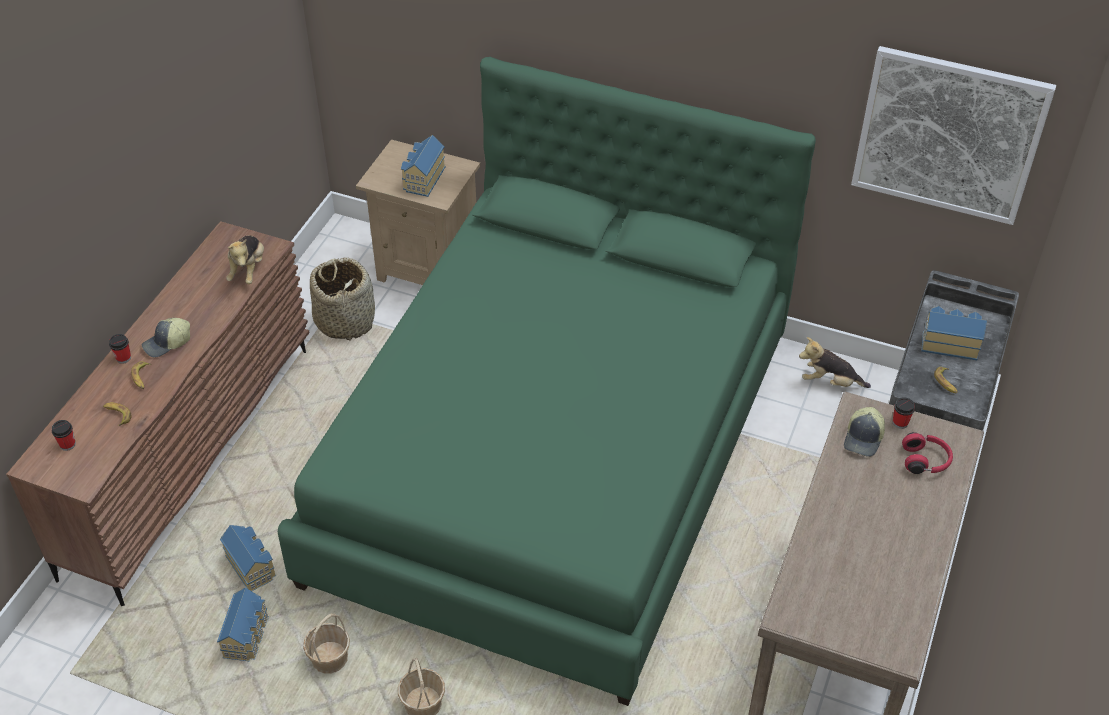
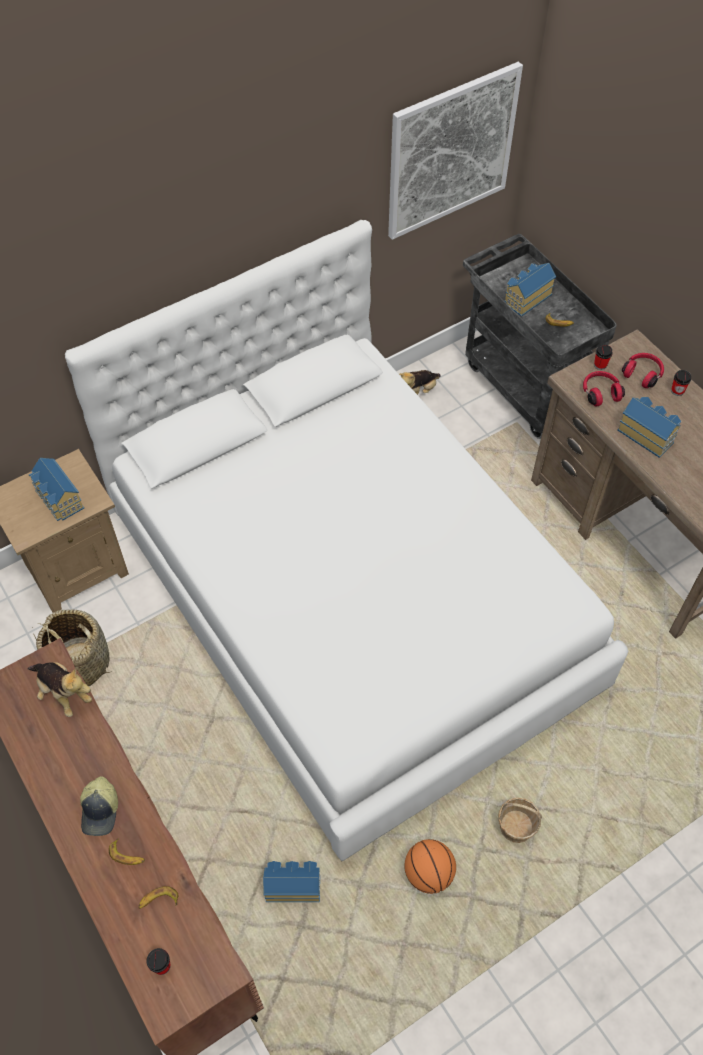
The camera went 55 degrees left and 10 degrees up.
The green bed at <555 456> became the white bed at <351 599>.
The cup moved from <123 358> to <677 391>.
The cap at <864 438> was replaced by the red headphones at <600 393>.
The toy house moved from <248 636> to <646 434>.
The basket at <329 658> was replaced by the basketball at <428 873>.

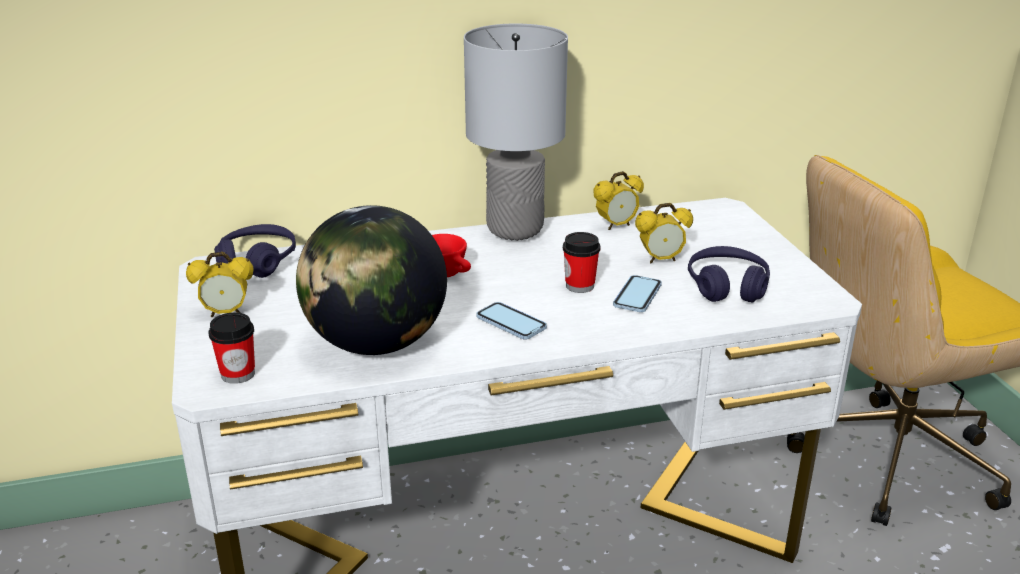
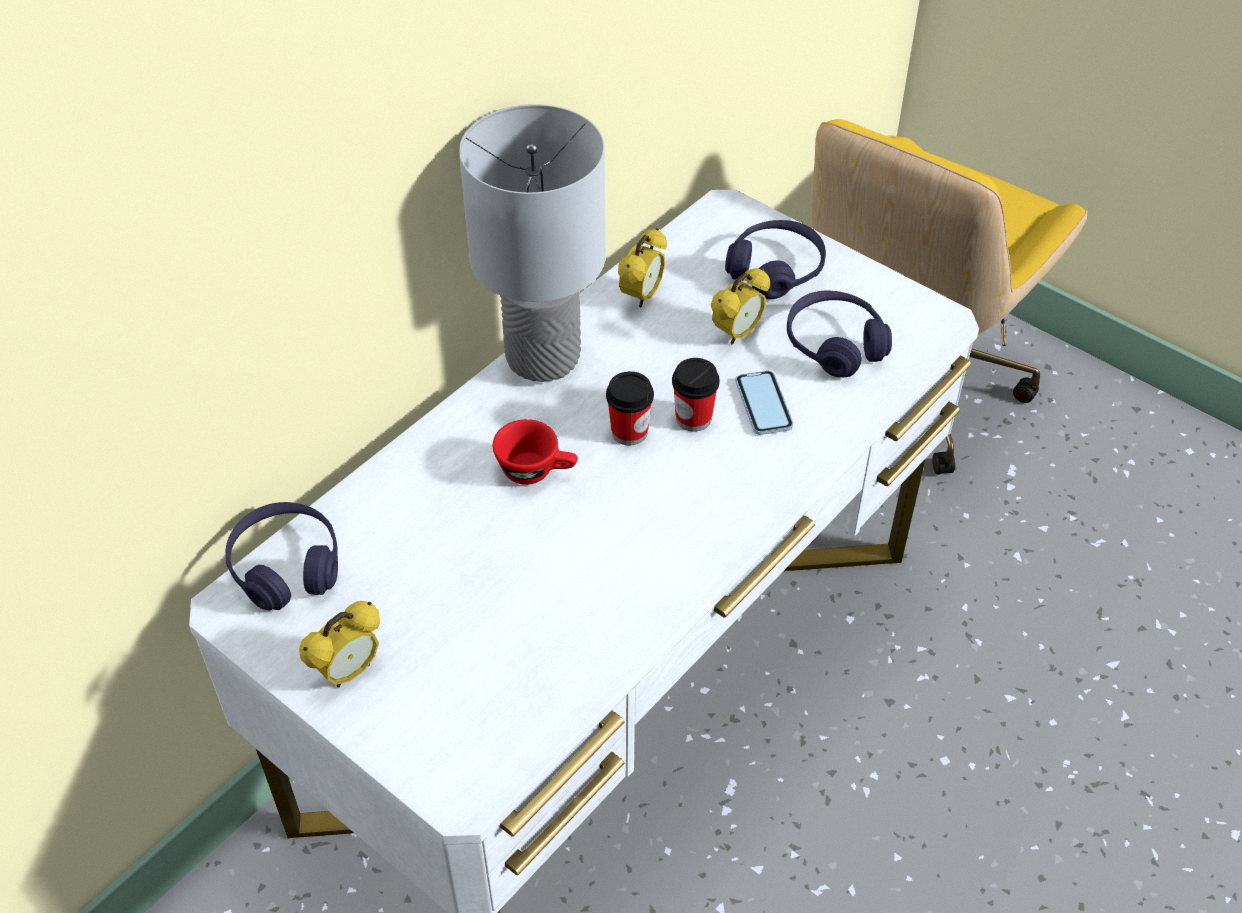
The camera went 35 degrees left and 20 degrees up.
The globe at <377 343> disappeared.
The phone at <511 323> disappeared.
The cup moved from <238 374> to <629 432>.
The purple headphones at <775 270> appeared.

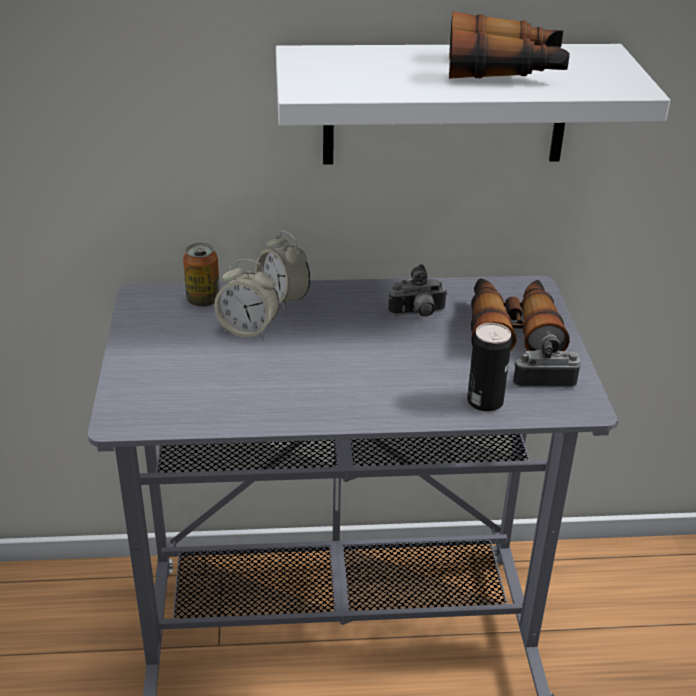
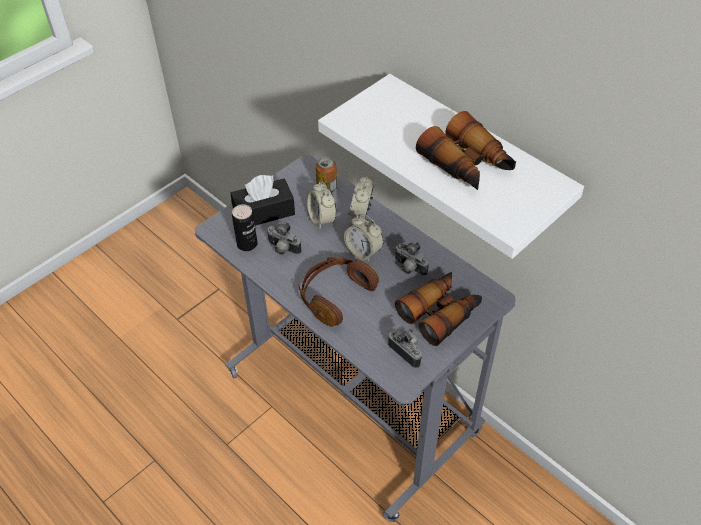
The camera went 50 degrees right and 15 degrees up.
The can moved from <485 402> to <247 244>.
The black tissue box at <264 212> appeared.
The alarm clock at <363 251> appeared.
The photo camera at <282 249> appeared.
The brown headphones at <335 295> appeared.

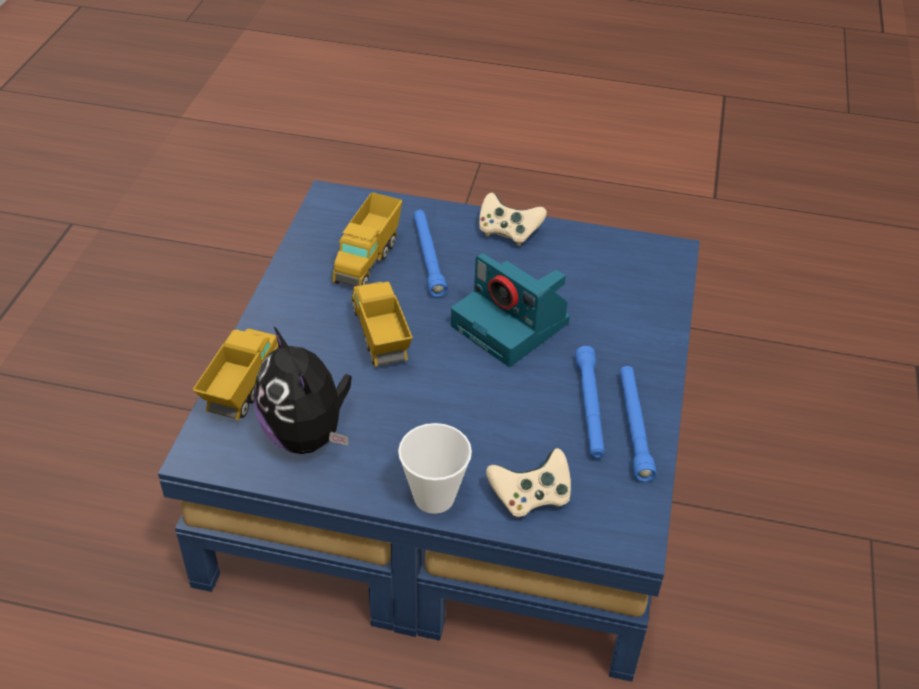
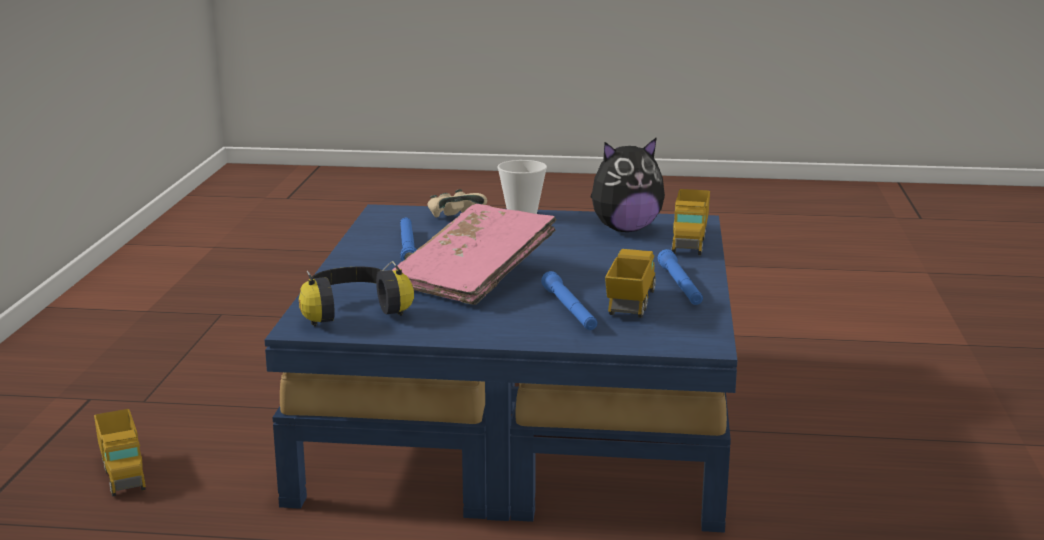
The camera went 175 degrees right and 25 degrees down.
The beige game controller at <508 232> disappeared.
The photo camera at <512 325> was replaced by the pink book at <474 278>.
The toy truck moved from <380 339> to <122 473>.
The plush toy at <307 435> turned 105 degrees clockwise.
The blue flashlight moved from <634 427> to <680 286>.
The headphones at <353 312> appeared.

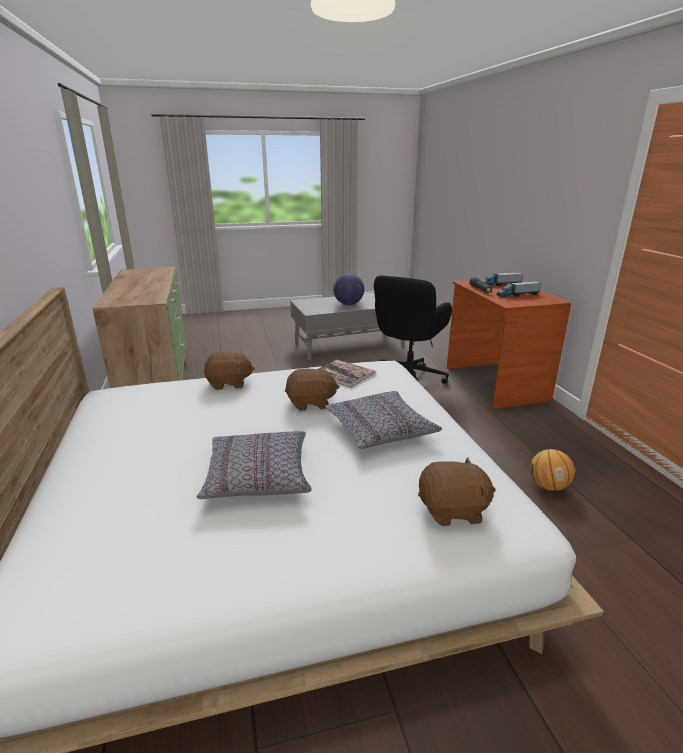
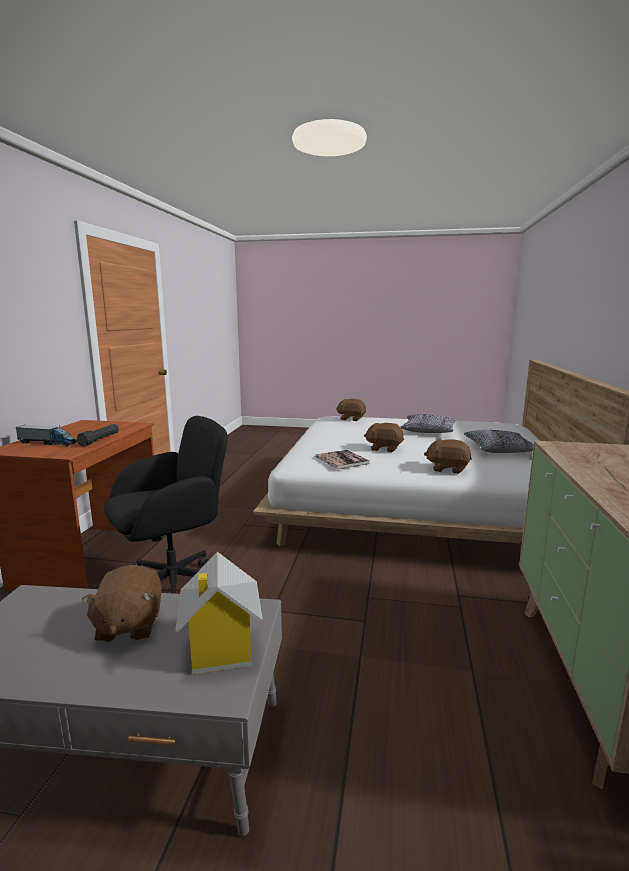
The camera went 155 degrees left and 10 degrees down.
The globe at <348 304> was replaced by the brown plush toy at <128 626>.
The toy truck at <517 295> disappeared.
The grey pillow moved from <380 429> to <500 450>.
The basketball at <548 486> disappeared.
The toy house at <220 649> appeared.

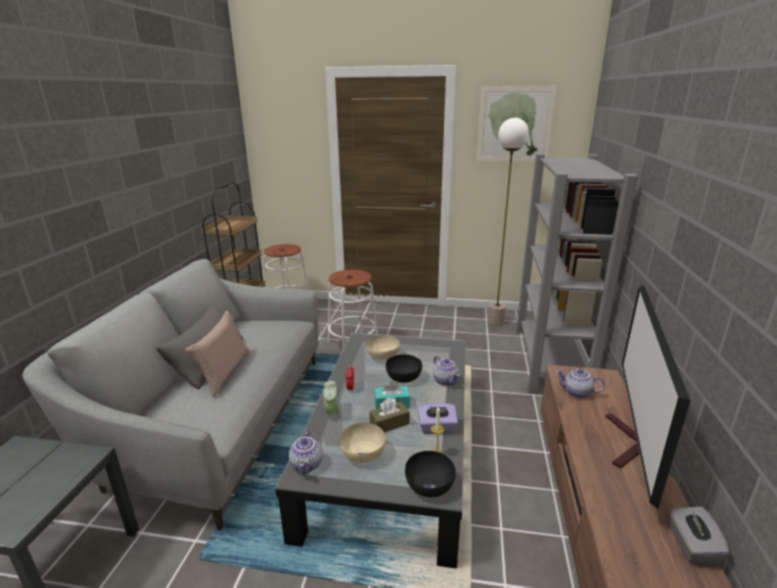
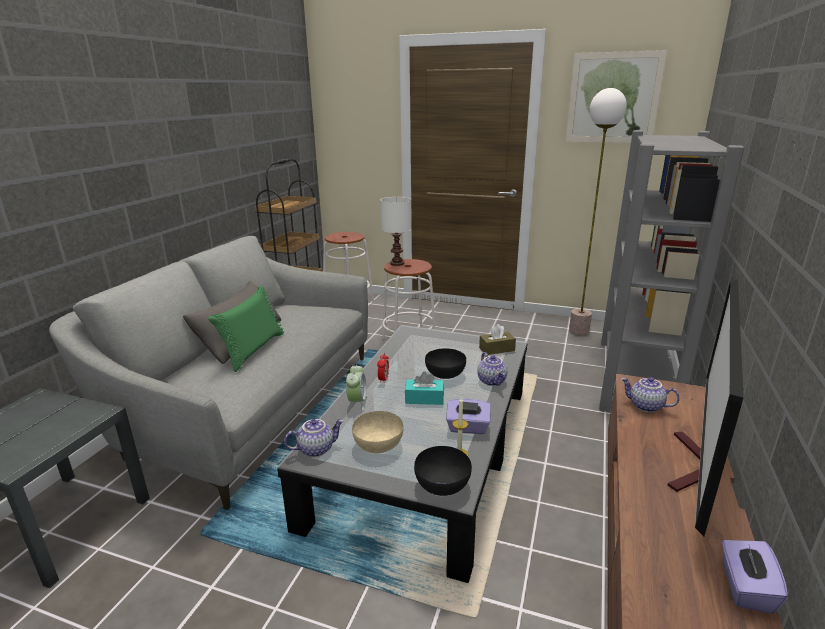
The camera went 10 degrees right and 0 degrees up.
The beige pillow at <225 373> became the green pillow at <253 350>.
The beige bowl at <383 356> disappeared.
The brown tissue box moved from <389 423> to <497 349>.
The teapot at <307 465> turned 120 degrees counterclockwise.
The grey tissue box at <691 546> became the purple tissue box at <745 588>.
The white table lamp at <396 263> appeared.

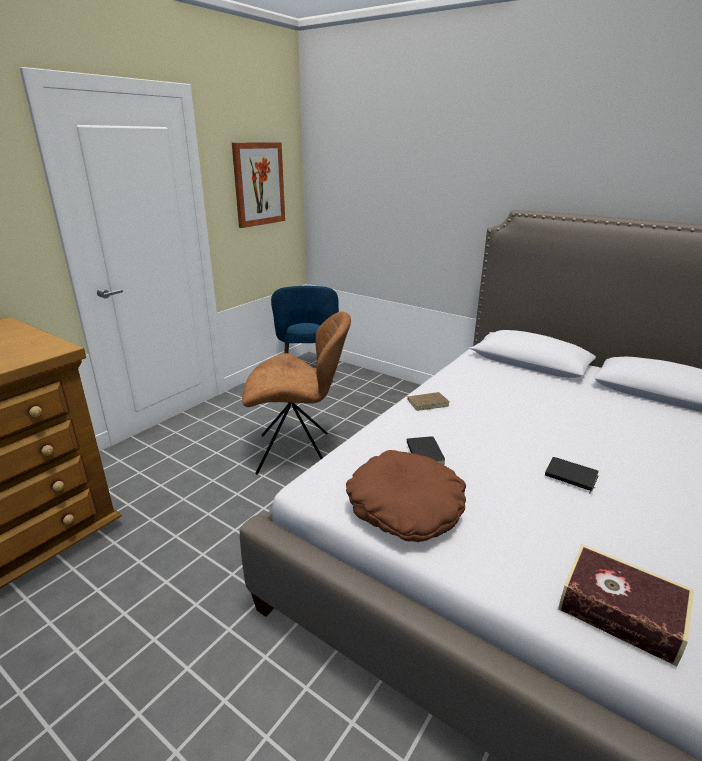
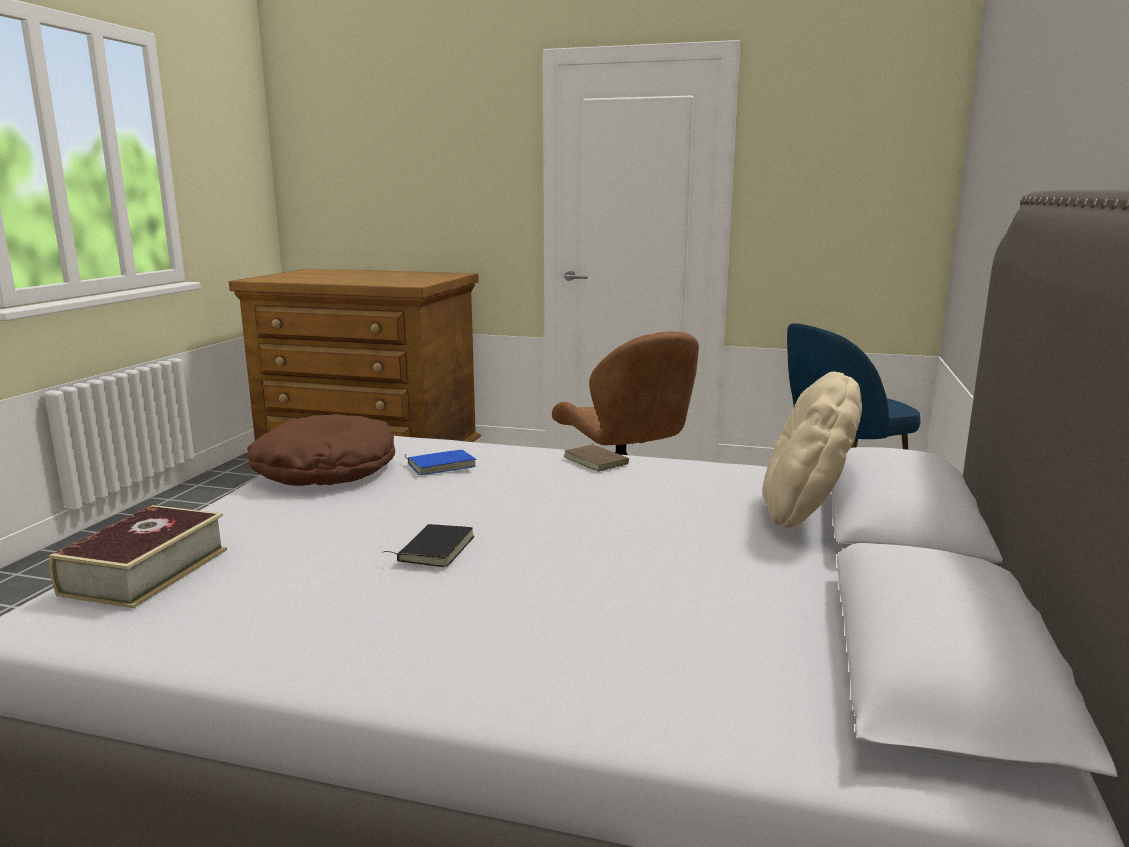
The camera went 70 degrees right and 10 degrees down.
The picture at <258 184> disappeared.
The black book at <423 453> became the blue book at <441 465>.
The beige pillow at <804 517> appeared.

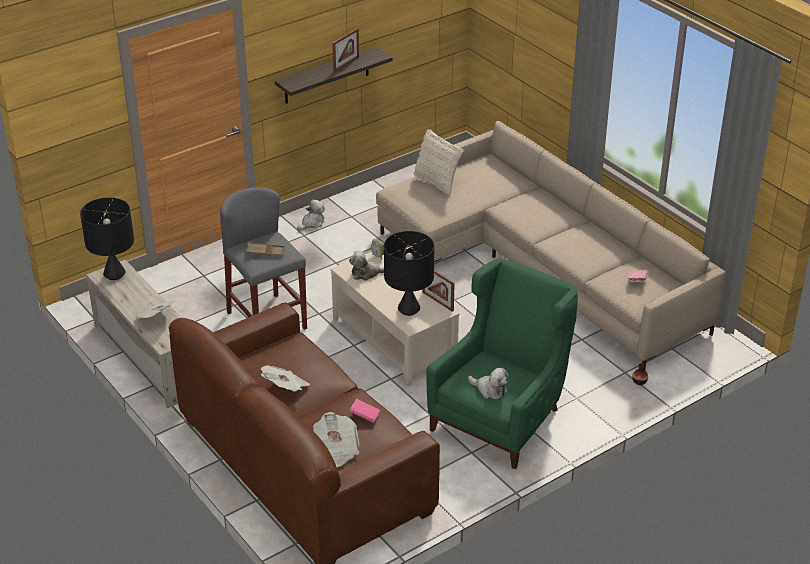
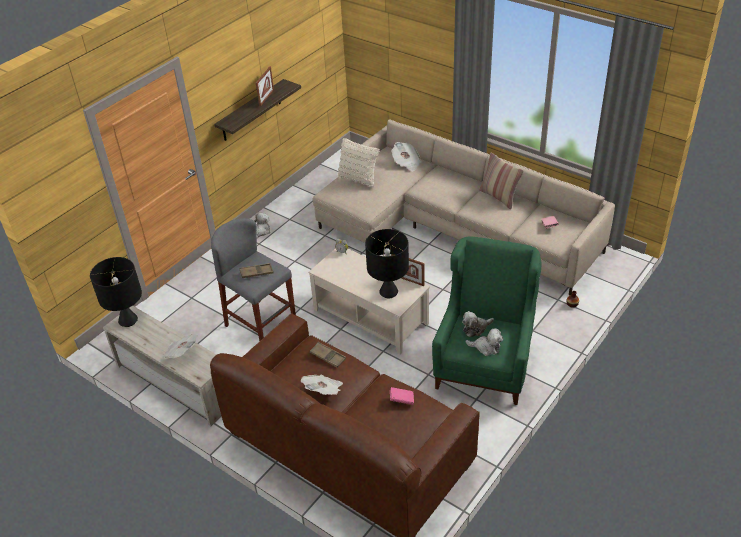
The camera went 15 degrees left and 5 degrees up.
The plush toy moved from <366 273> to <476 328>.
The newspaper moved from <336 449> to <406 163>.
The pillow at <499 197> appeared.
The brown tray at <328 356> appeared.

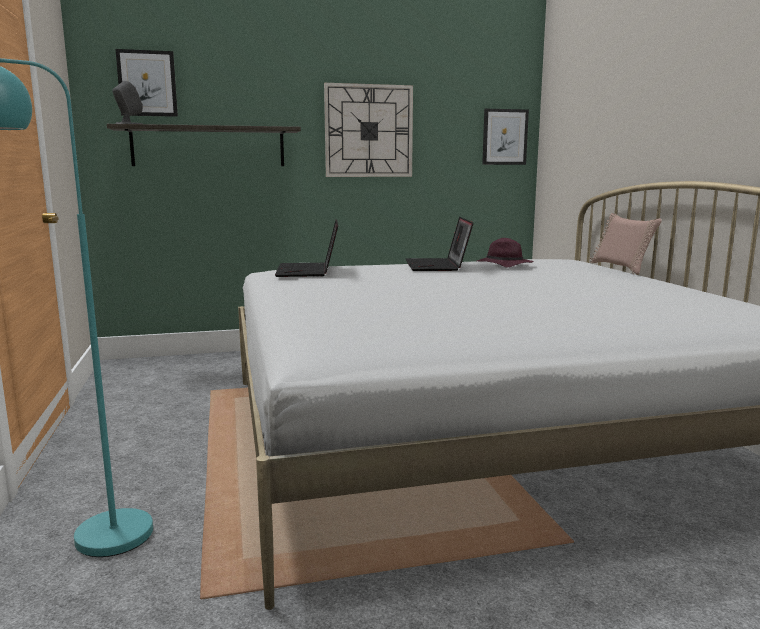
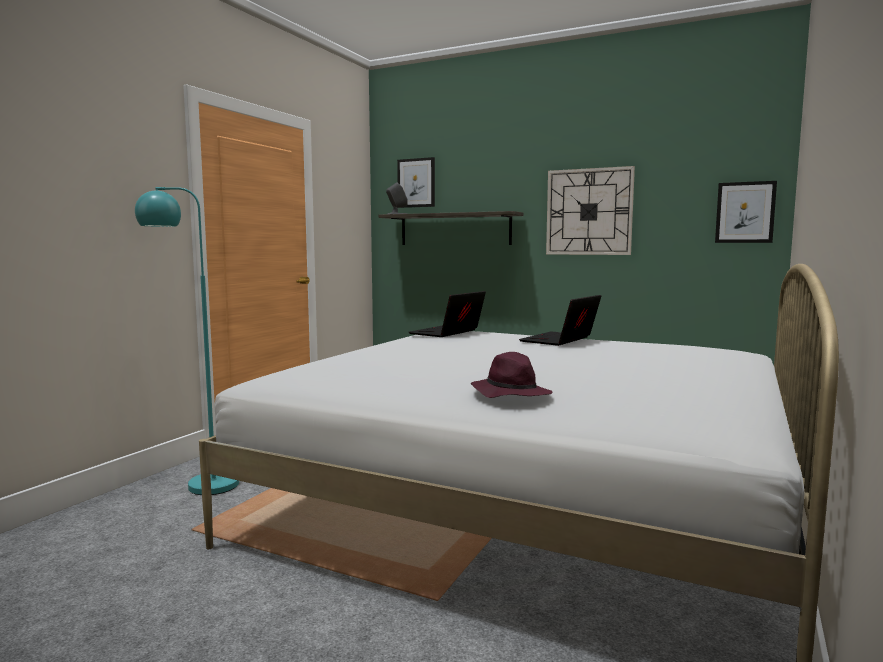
The camera went 40 degrees right and 5 degrees down.
The beige pillow at <621 268> disappeared.
The purple hat moved from <503 265> to <510 394>.

